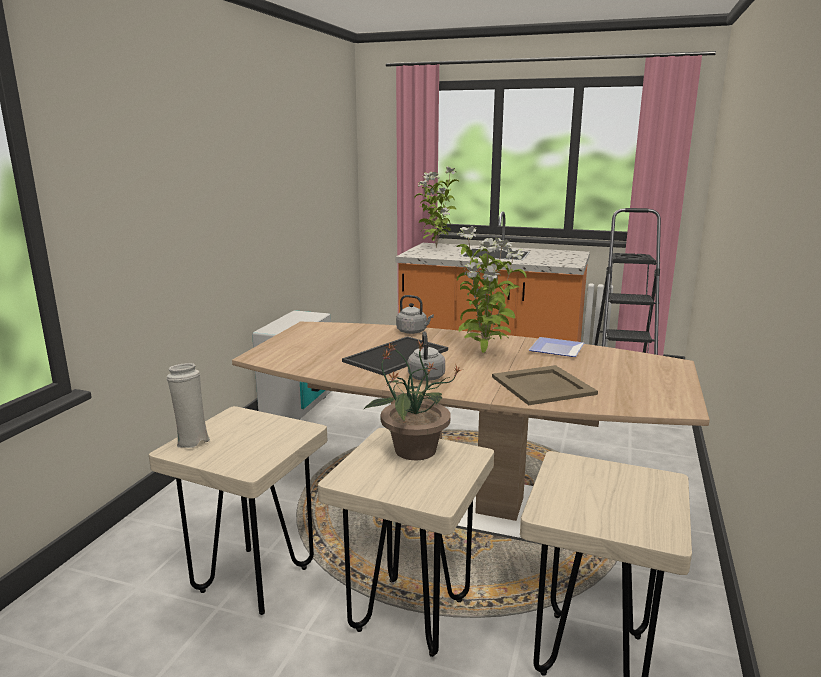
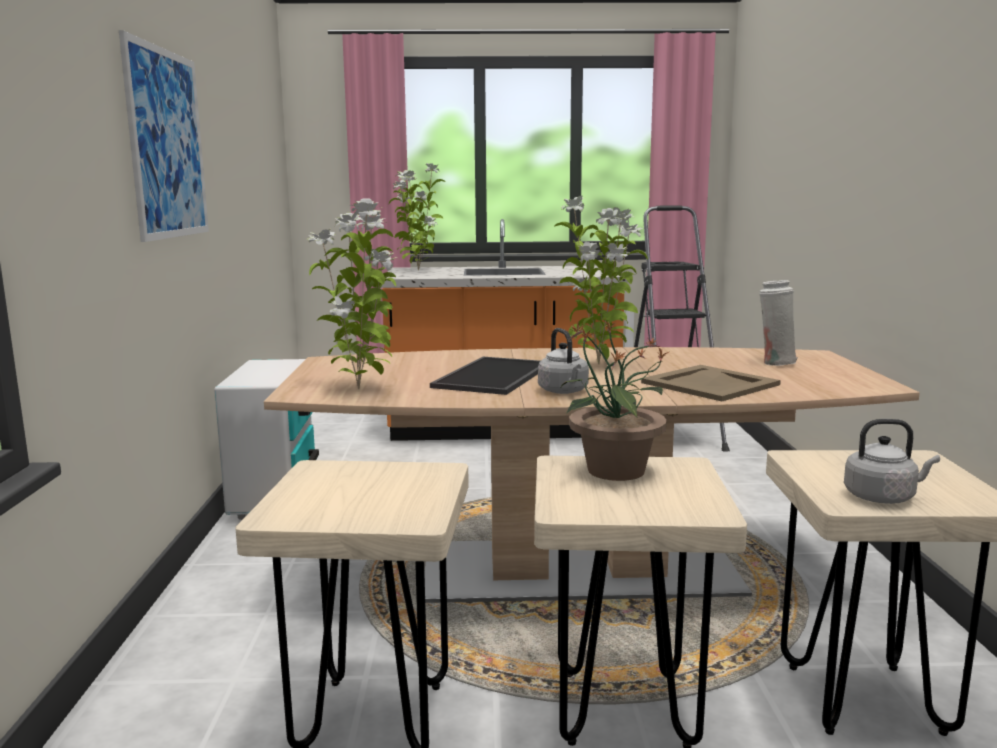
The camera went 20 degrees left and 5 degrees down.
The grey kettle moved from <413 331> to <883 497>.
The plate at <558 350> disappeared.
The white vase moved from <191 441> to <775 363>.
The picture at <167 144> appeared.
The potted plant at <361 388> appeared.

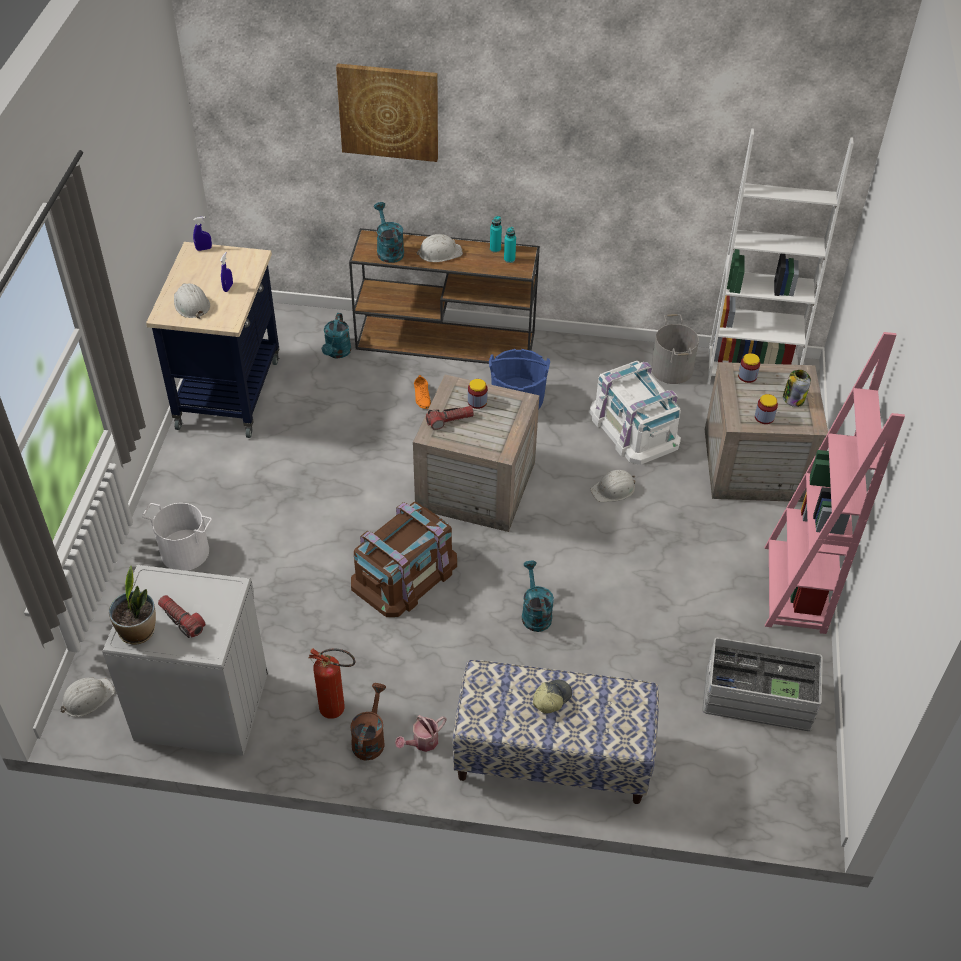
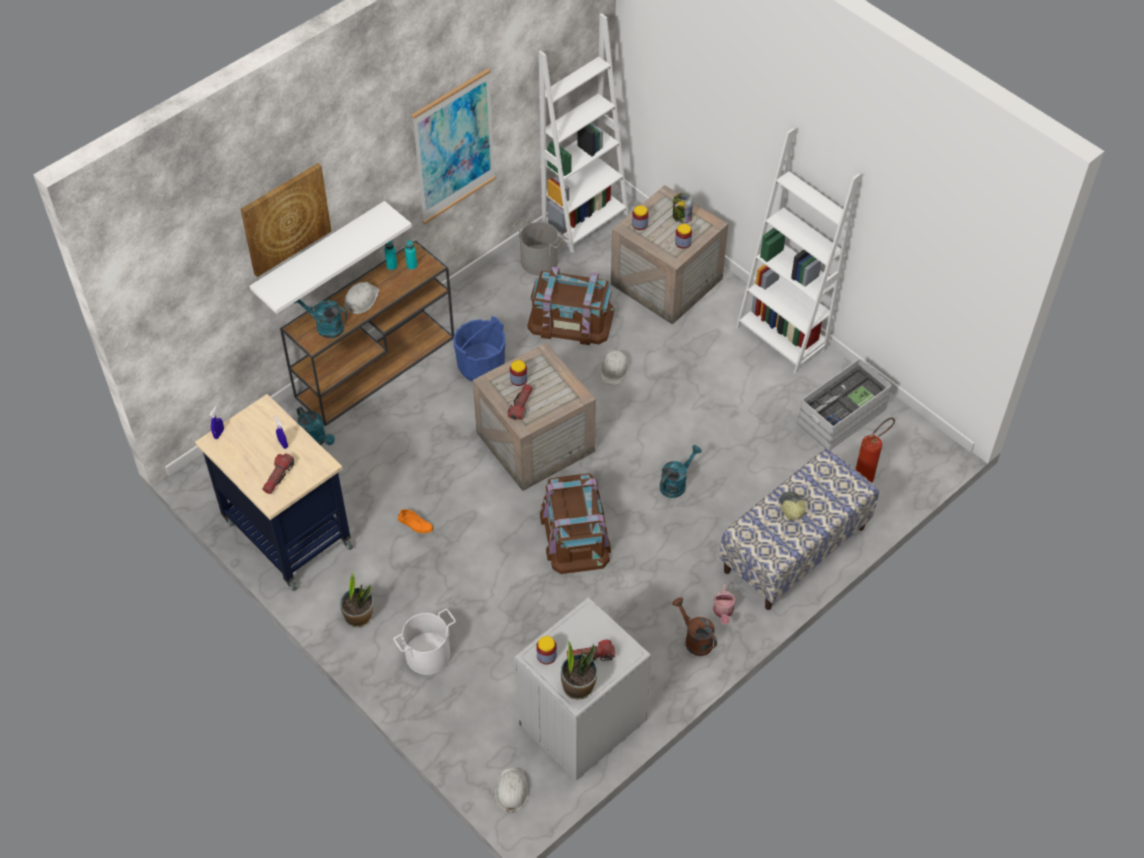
The camera went 50 degrees left and 5 degrees up.
The white hard hat at <191 304> was replaced by the flashlight at <278 477>.
The pink bookcase at <795 589> became the white bookcase at <781 337>.
The white storage box at <634 427> became the brown storage box at <571 319>.
The orange shoe moved from <422 396> to <415 524>.
The turquoise watering can at <535 613> turned 105 degrees clockwise.
The fire extinguisher moved from <338 710> to <867 475>.
The picture at <454 147> appeared.
The white shelf at <320 254> appeared.
The potted plant at <359 616> appeared.
The jar at <546 655> appeared.

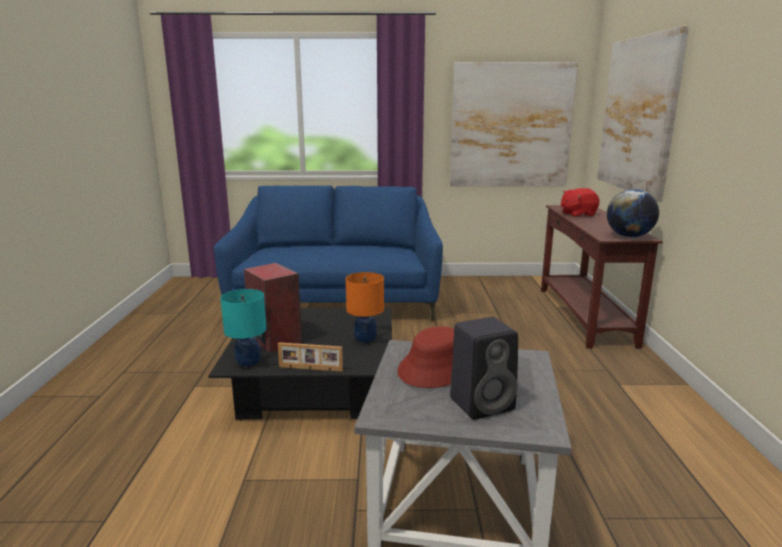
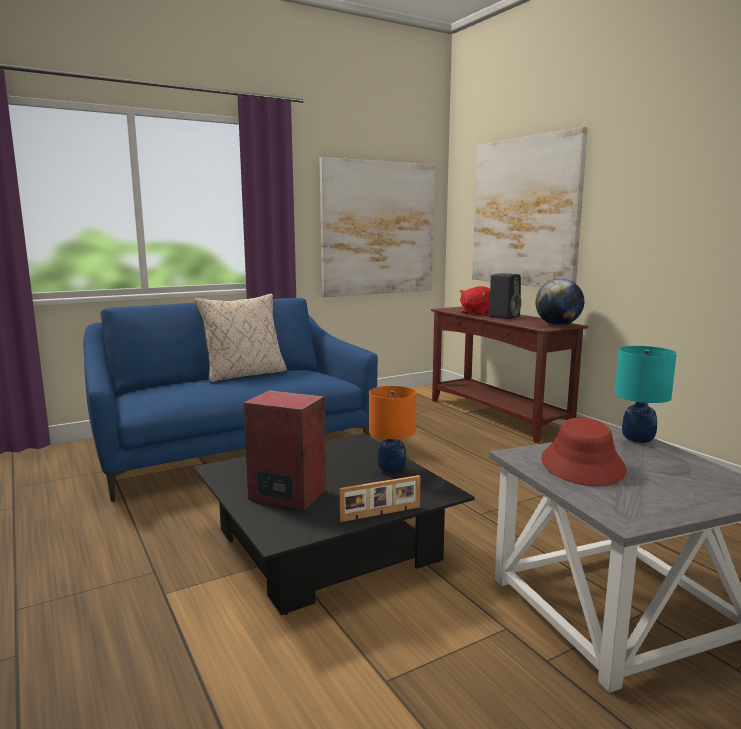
The camera went 30 degrees left and 5 degrees down.
The turquoise table lamp moved from <247 363> to <636 439>.
The black speaker moved from <483 403> to <504 316>.
The beige pillow at <244 375> appeared.

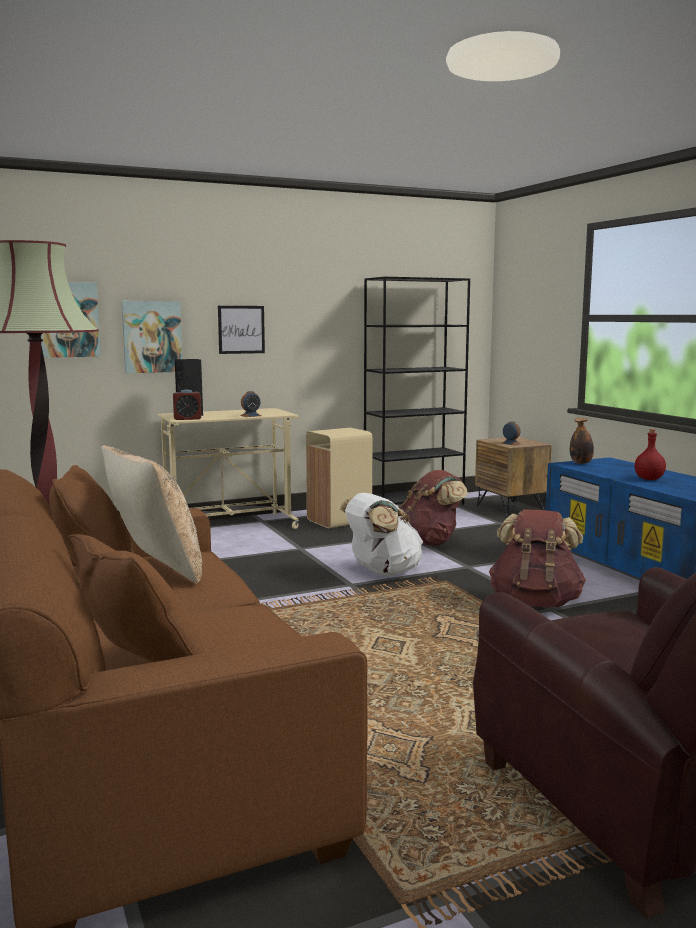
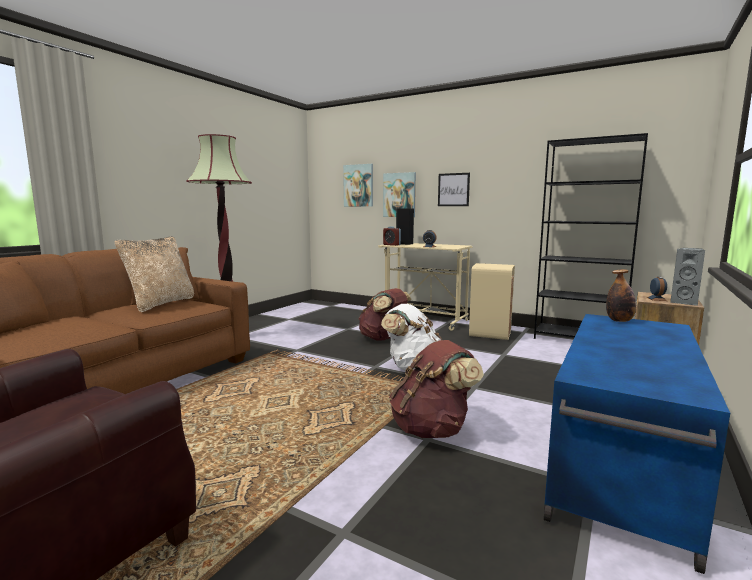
The camera went 55 degrees right and 0 degrees up.
The red bottle at <648 479> disappeared.
The brown backpack moved from <429 543> to <383 338>.
The grey speaker at <685 302> appeared.

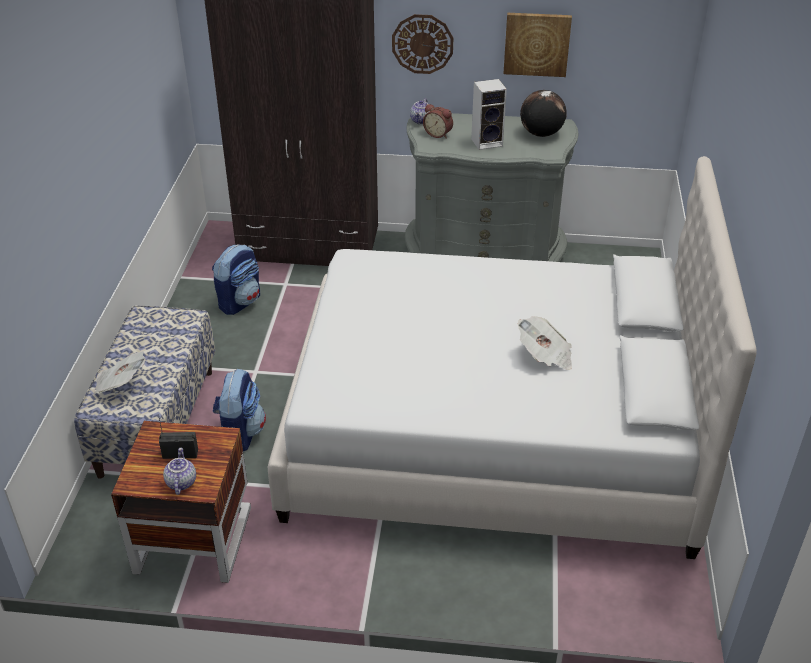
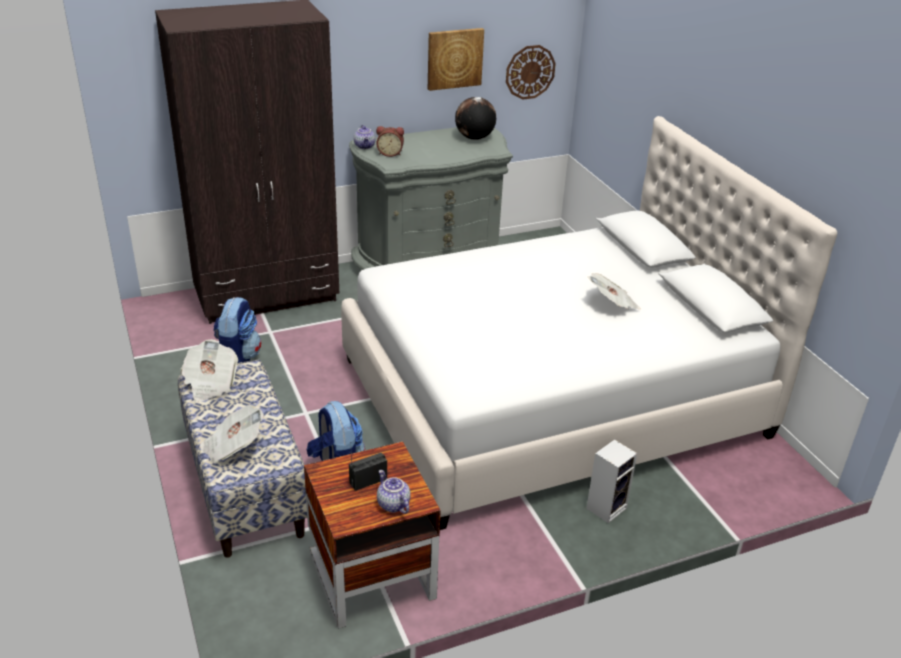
The camera went 30 degrees left and 5 degrees down.
The wall clock moved from <422 44> to <530 72>.
The speaker moved from <487 142> to <606 507>.
The newspaper at <210 383> appeared.

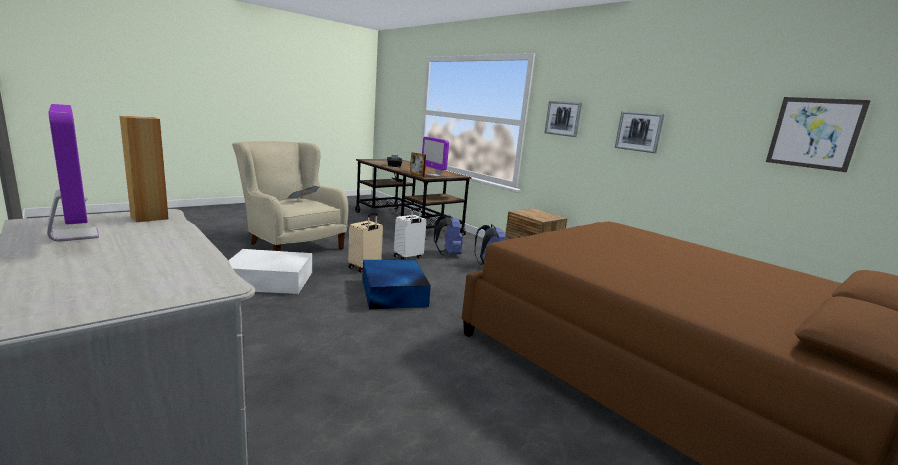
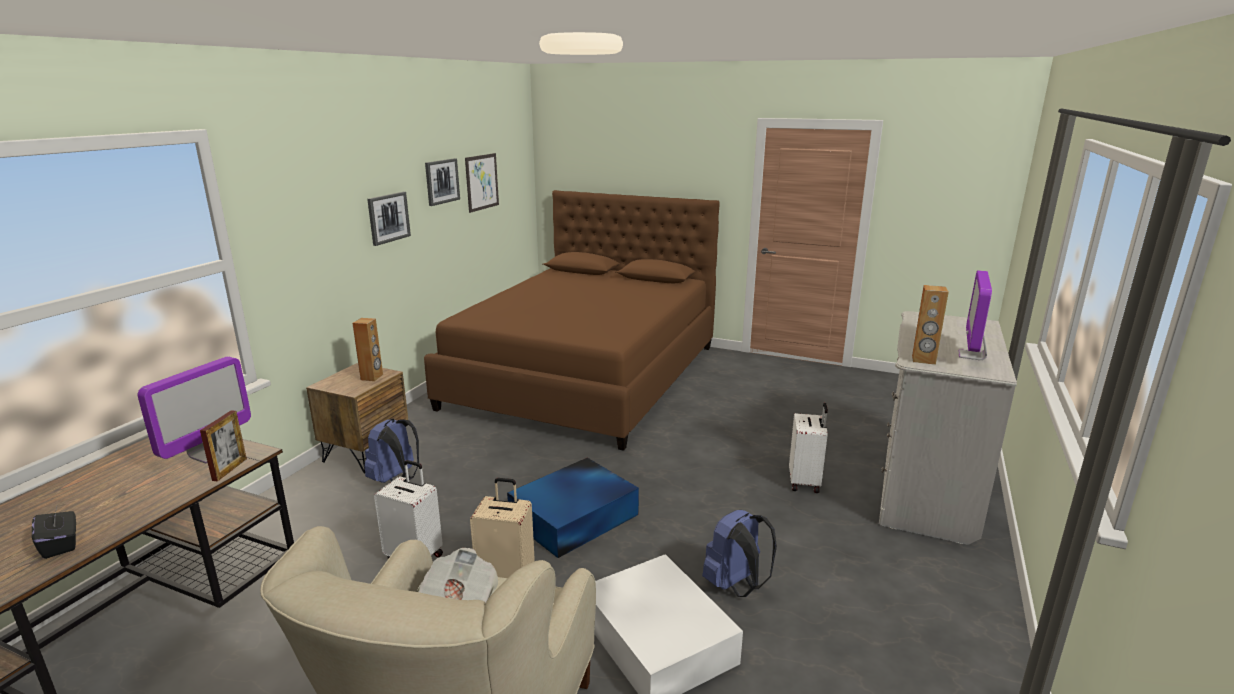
The camera went 115 degrees left and 5 degrees up.
The picture moved from <563 118> to <441 181>.
The blue backpack moved from <448 254> to <736 585>.
The brown speaker at <372 377> appeared.
The white suitcase at <805 482> appeared.

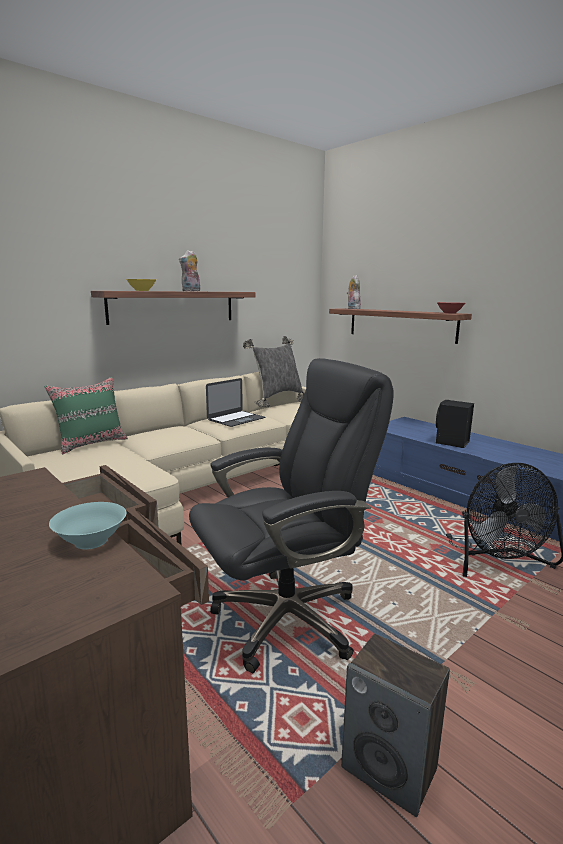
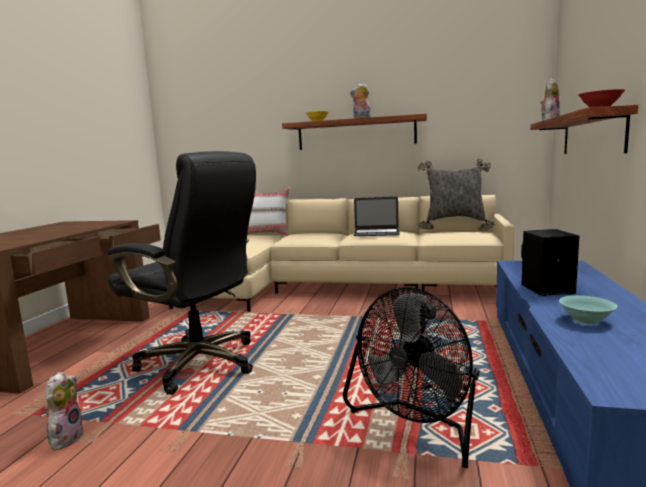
The camera went 55 degrees right and 5 degrees down.
The green pillow at <91 444> became the white pillow at <266 234>.
The turquoise bowl moved from <90 541> to <585 320>.
The speaker at <390 768> was replaced by the plush toy at <66 438>.

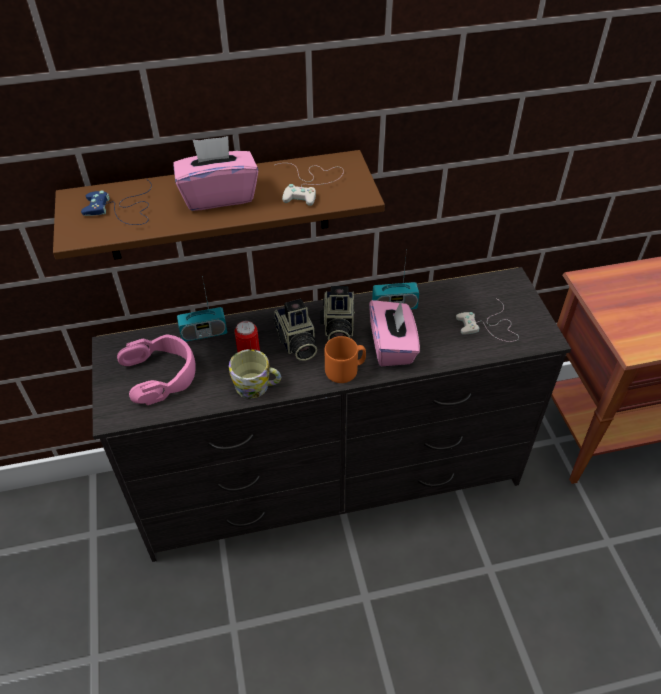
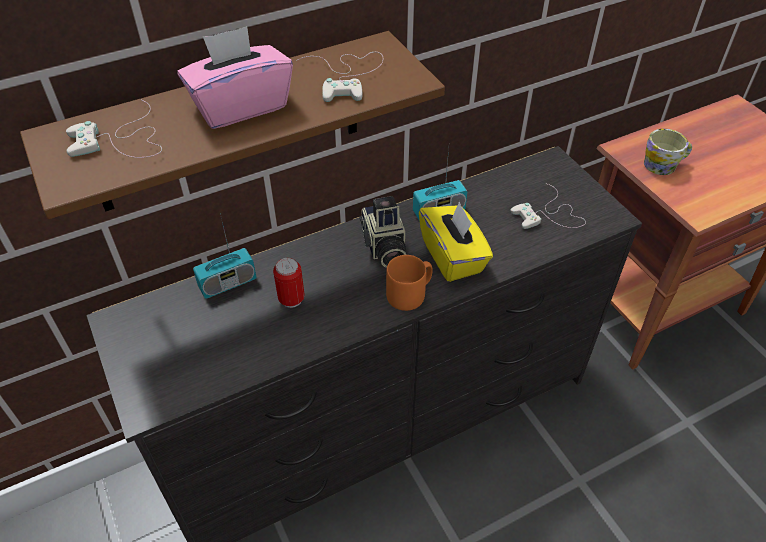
The camera went 15 degrees left and 0 degrees up.
The blue game controller at <122 209> became the white game controller at <121 141>.
The photo camera at <296 343> disappeared.
The pink tissue box at <392 346> became the yellow tissue box at <453 257>.
The pink headphones at <161 374> disappeared.
The mug moved from <257 386> to <664 165>.

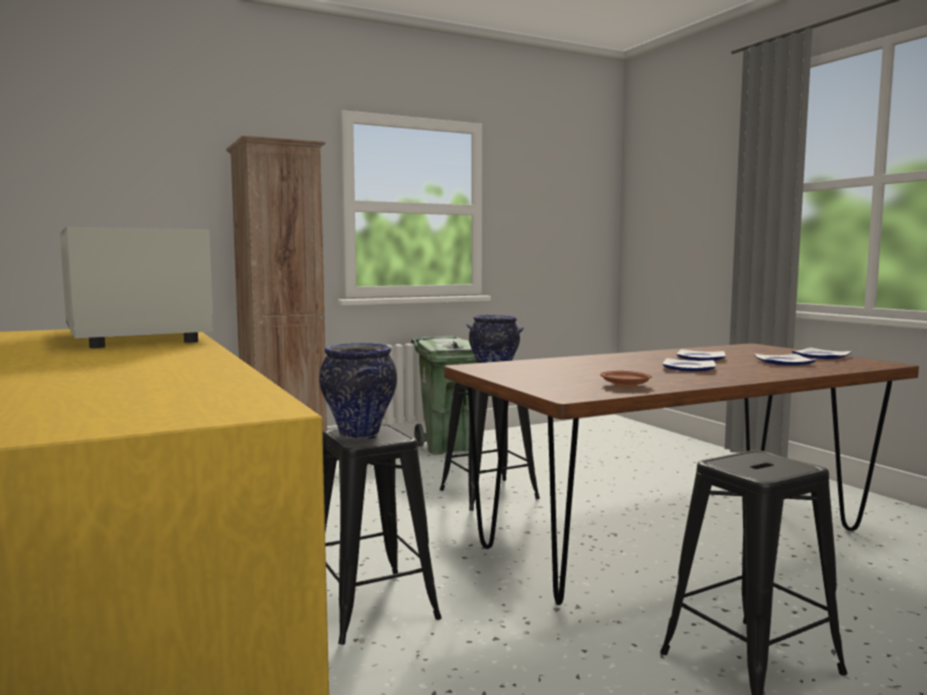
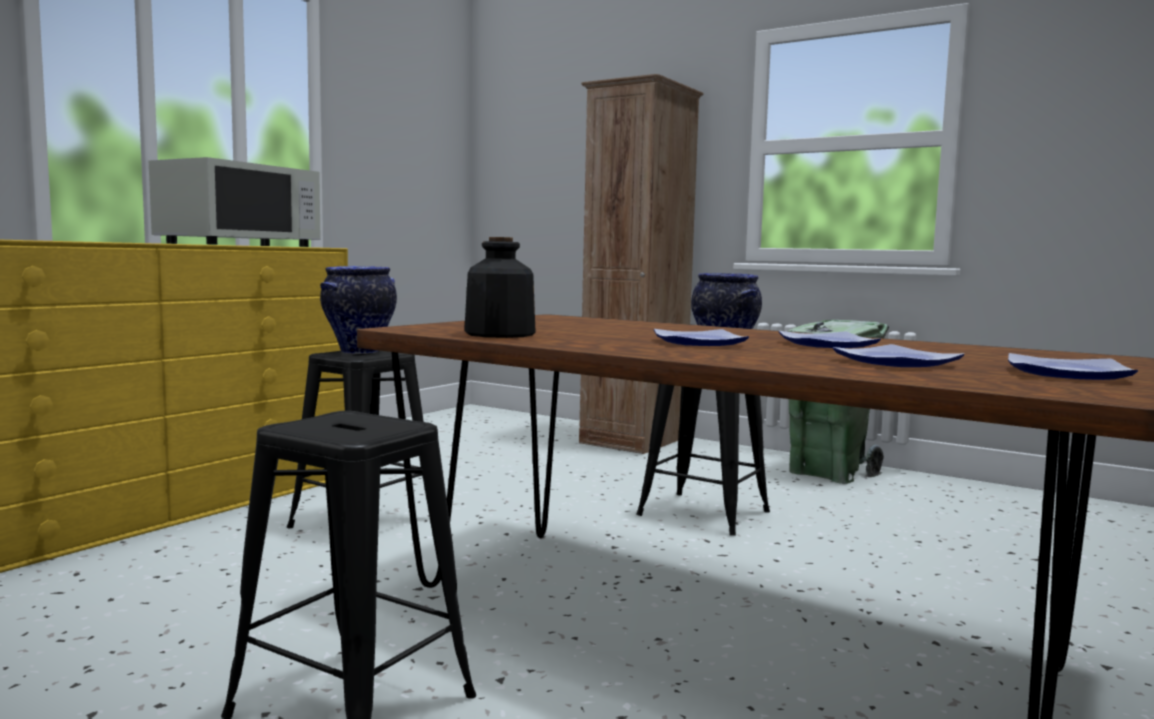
The camera went 60 degrees right and 0 degrees up.
The brown plate at <625 385> was replaced by the bottle at <498 334>.

